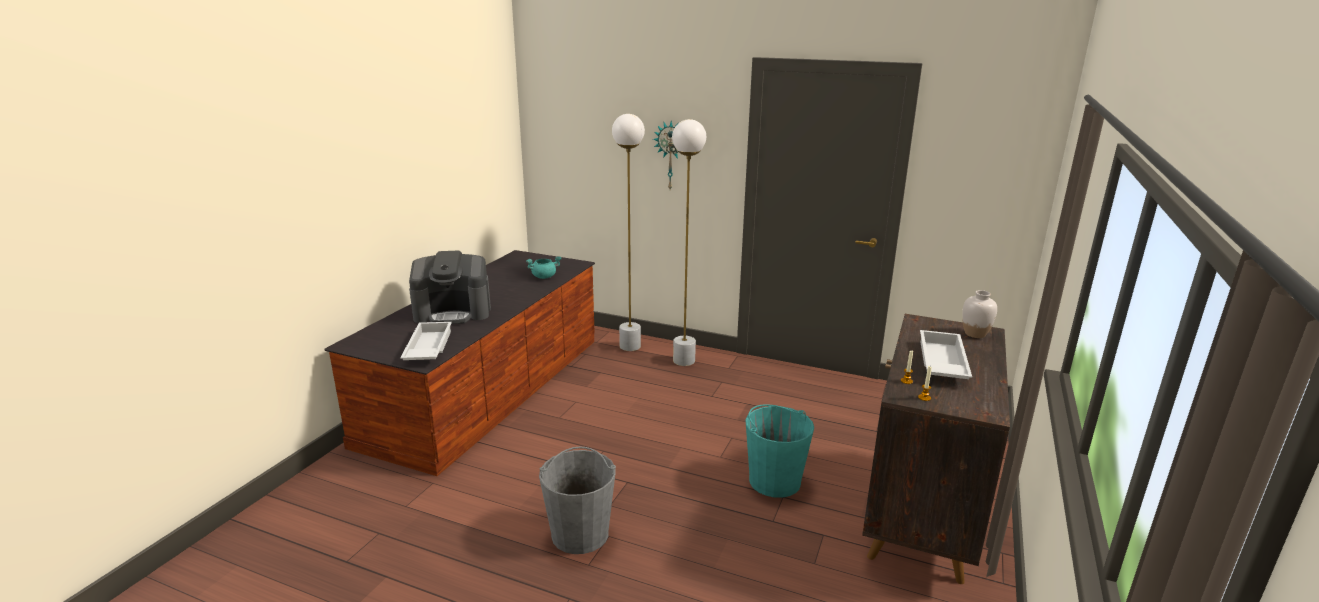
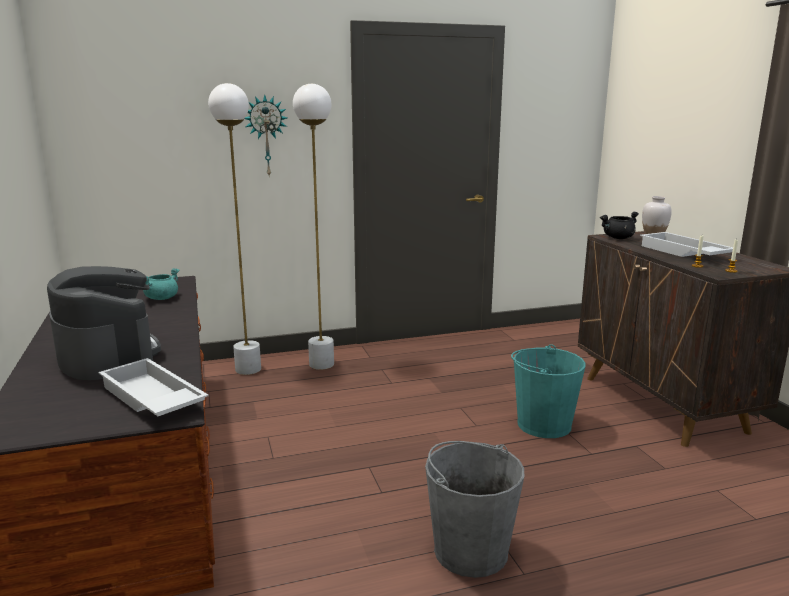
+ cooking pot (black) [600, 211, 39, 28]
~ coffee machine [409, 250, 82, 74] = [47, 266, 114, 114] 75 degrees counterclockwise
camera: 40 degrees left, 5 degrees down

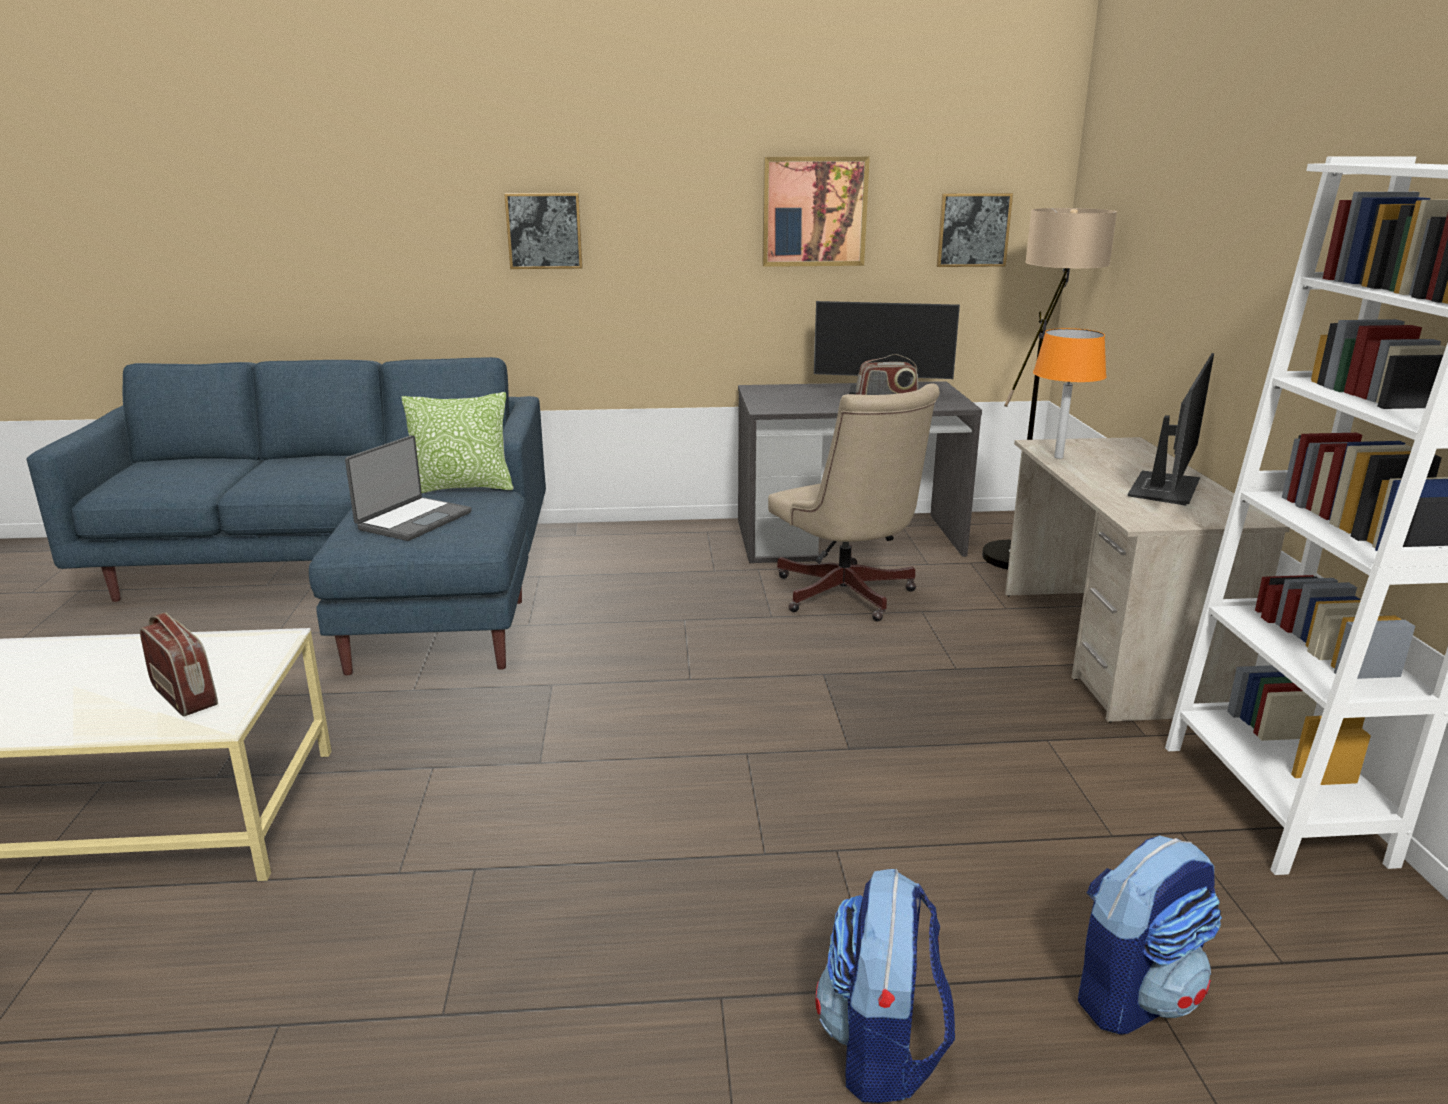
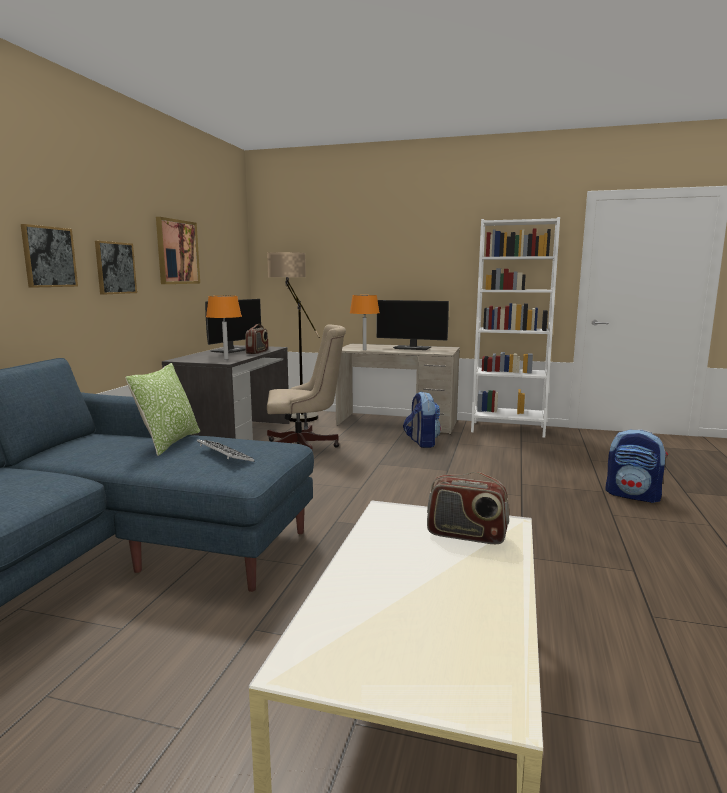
+ table lamp (orange) [206, 296, 36, 64]
~ picture [937, 193, 76, 74] to [95, 241, 42, 54]
~ backpack [1078, 835, 144, 200] to [403, 392, 38, 56]
~ laptop [345, 435, 127, 106] to keyboard [197, 439, 57, 23]
~ radio [140, 612, 78, 104] = [427, 472, 82, 72] 135 degrees counterclockwise
~ monitor [1128, 353, 86, 153] = [377, 300, 72, 50] 150 degrees clockwise
camera: 70 degrees left, 10 degrees down

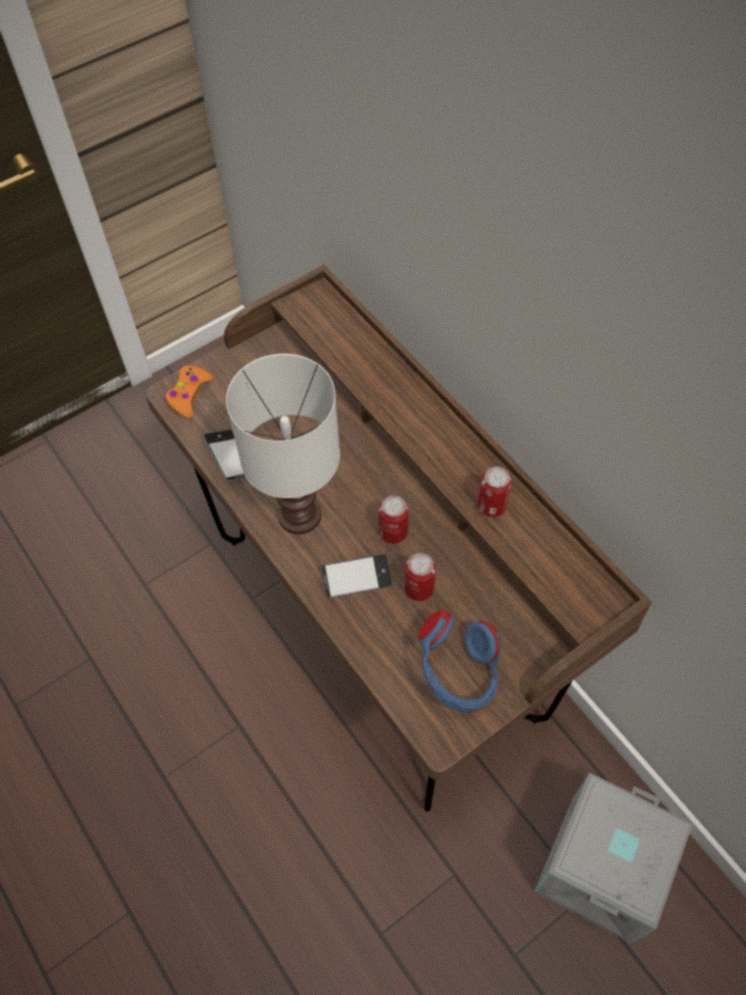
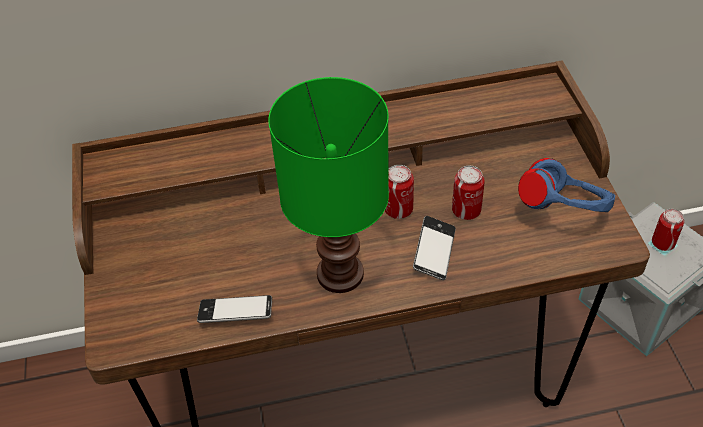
- game controller (orange) [164, 365, 49, 54]
~ can [478, 466, 34, 51] to [652, 209, 32, 42]
~ table lamp (white) [226, 354, 114, 180] to table lamp (green) [268, 77, 121, 216]
camera: 65 degrees left, 10 degrees down

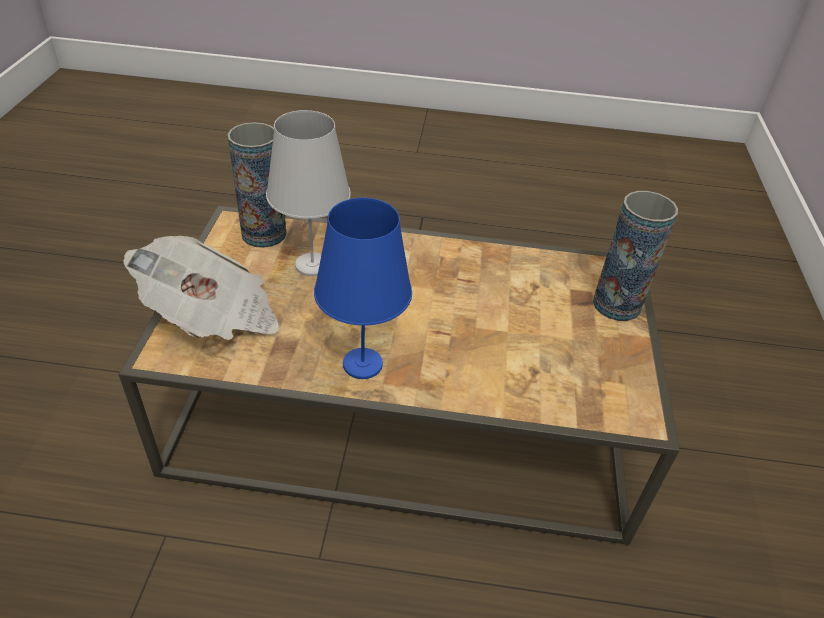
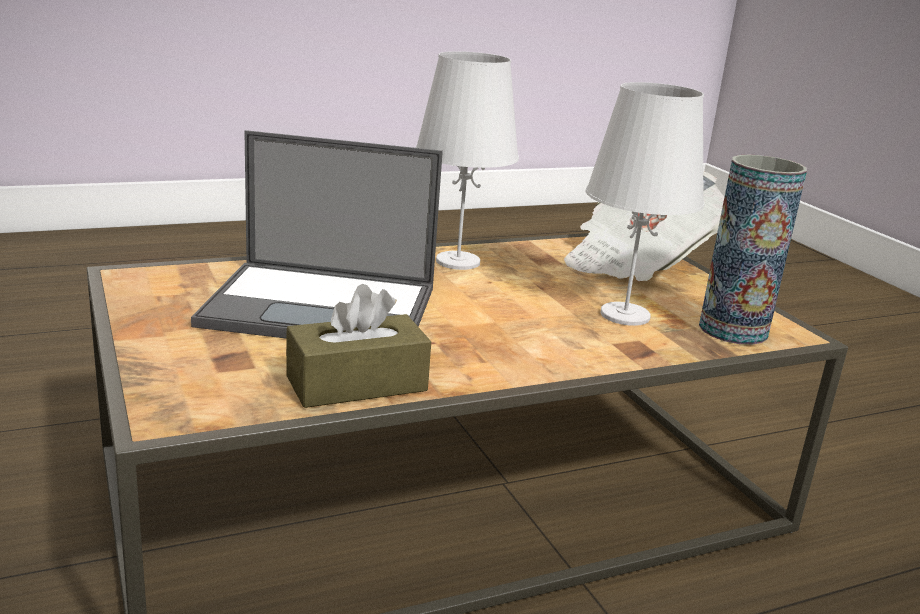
- vase [593, 191, 85, 130]
+ laptop [191, 130, 252, 209]
+ tissue box (brown) [286, 284, 145, 124]
~ table lamp (blue) [314, 198, 98, 181] to table lamp (white) [416, 51, 103, 219]
camera: 150 degrees right, 20 degrees down

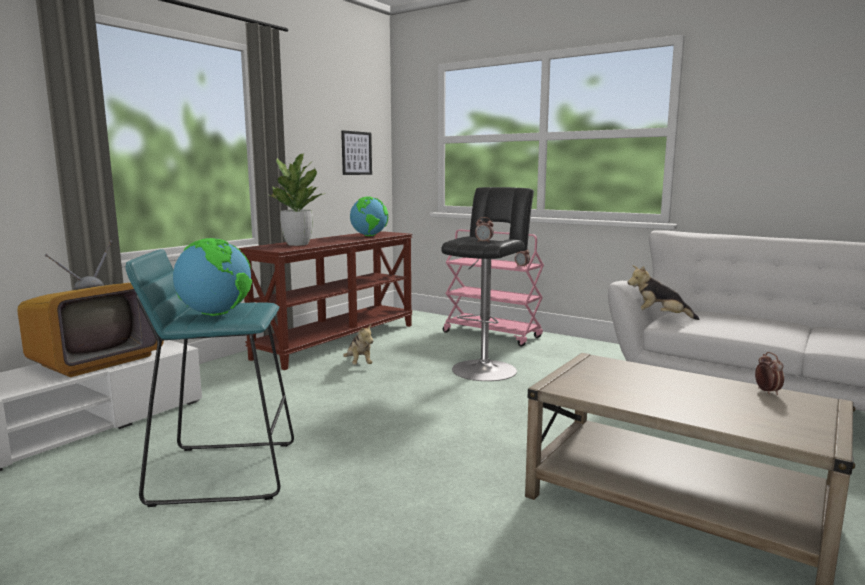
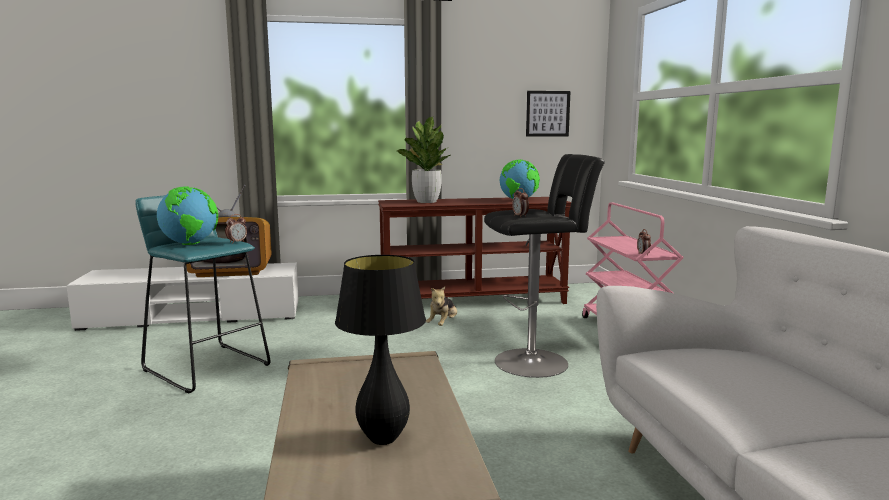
- plush toy [628, 265, 71, 55]
+ table lamp (black) [335, 255, 91, 190]
~ alarm clock [755, 352, 29, 43] to [225, 214, 22, 30]
camera: 45 degrees right, 0 degrees up

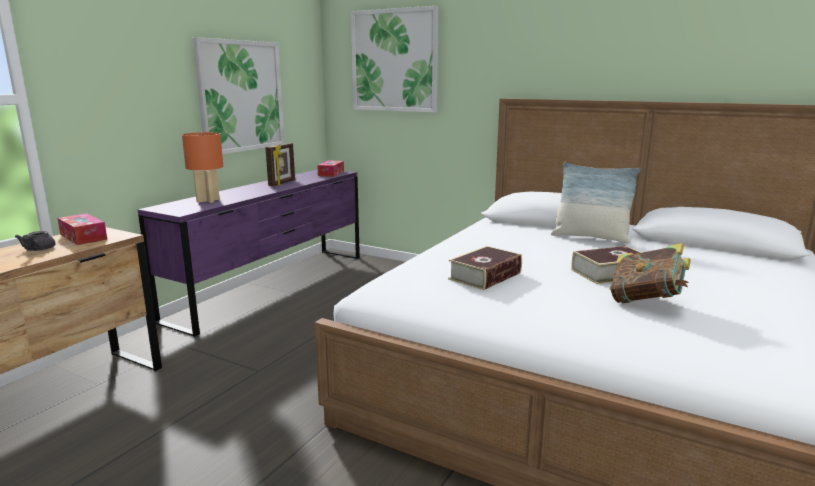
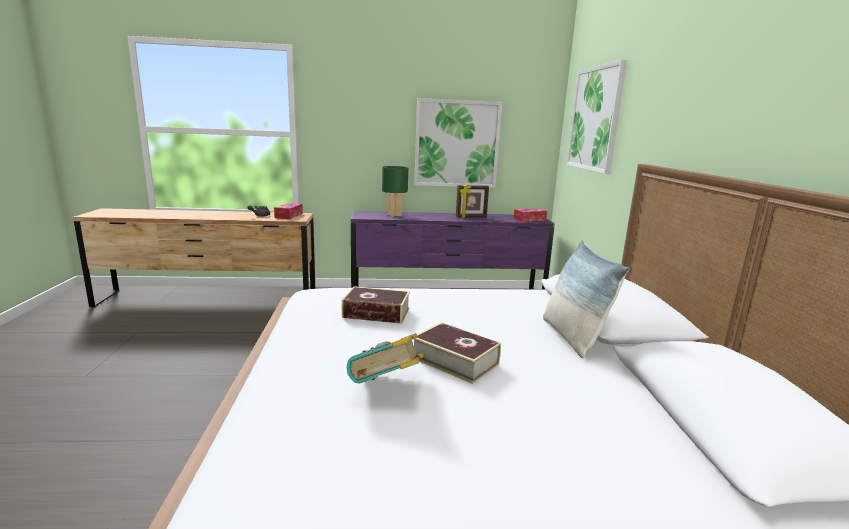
~ table lamp (orange) [182, 132, 41, 71] to table lamp (green) [382, 166, 26, 51]
camera: 55 degrees right, 0 degrees up

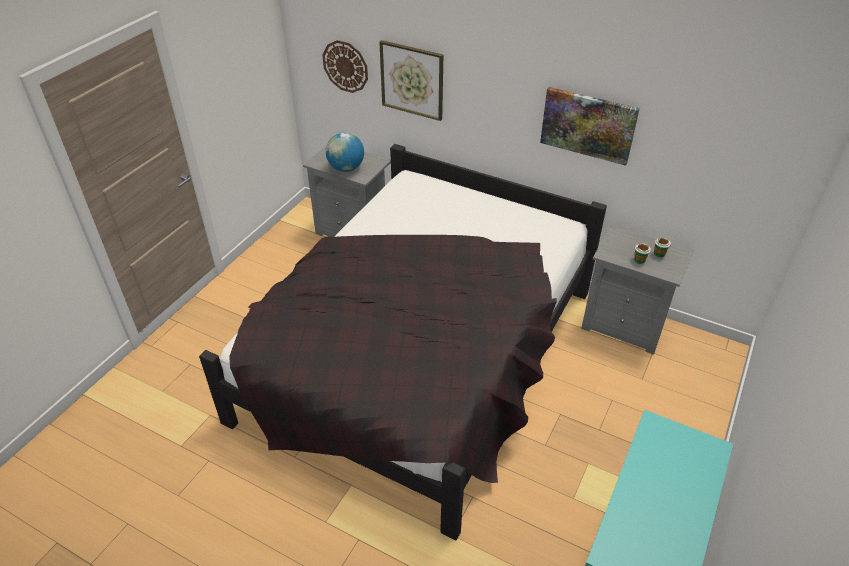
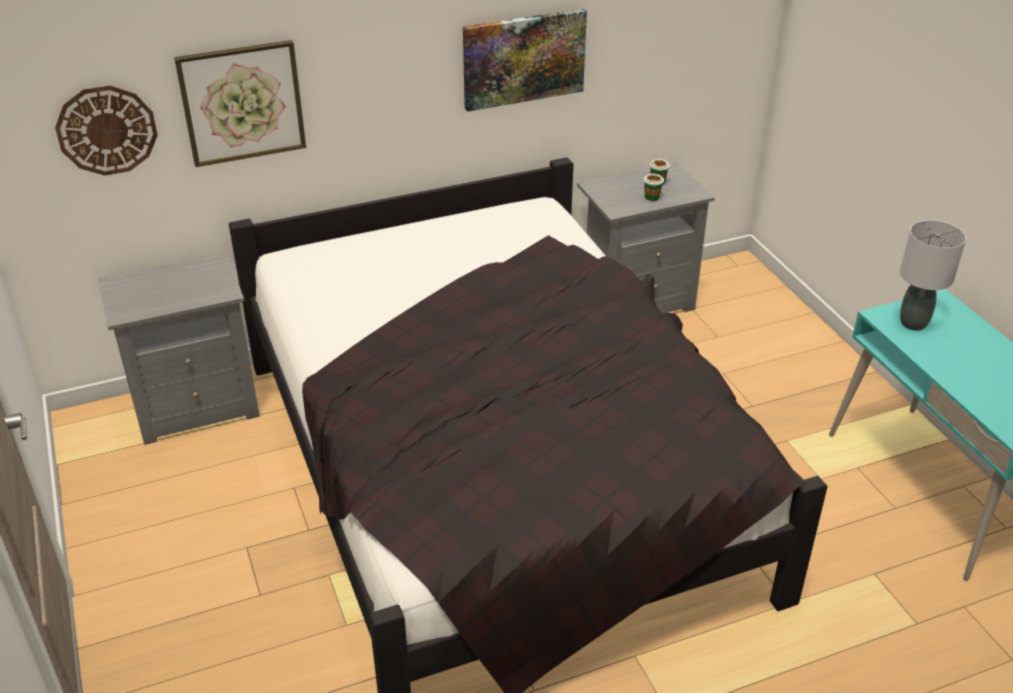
- globe [326, 133, 38, 39]
+ table lamp (grey) [900, 220, 66, 111]
camera: 50 degrees left, 5 degrees down

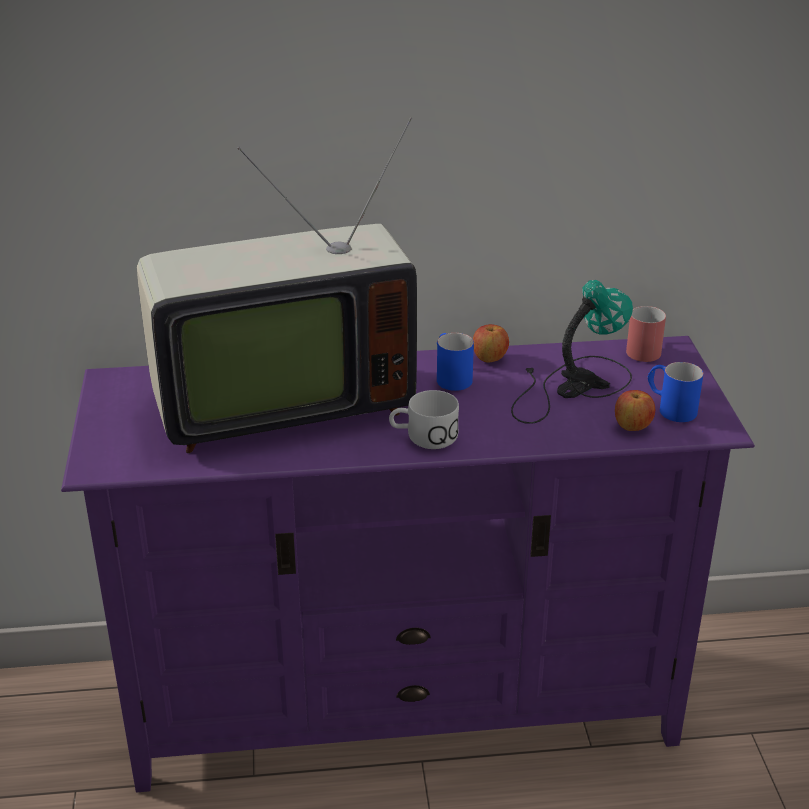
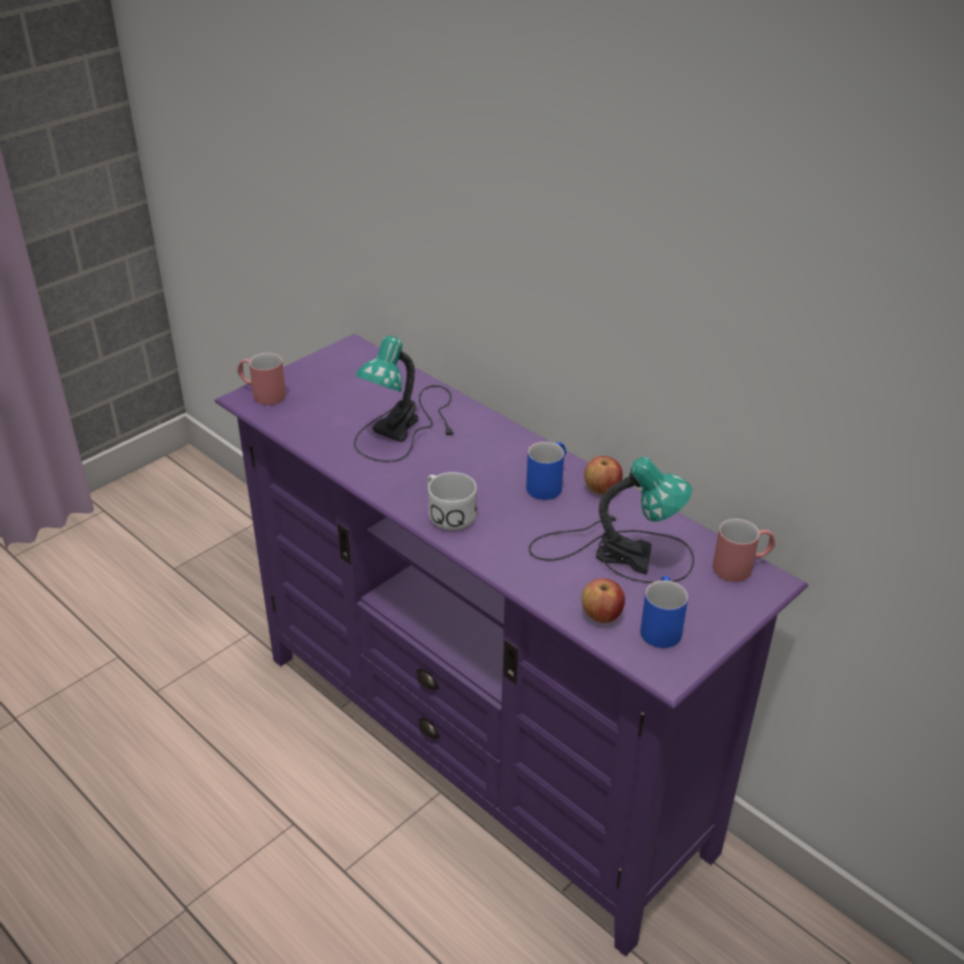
+ mug (red) [237, 353, 49, 52]
~ television [137, 117, 280, 336] to table lamp [354, 336, 99, 126]
camera: 50 degrees right, 5 degrees up

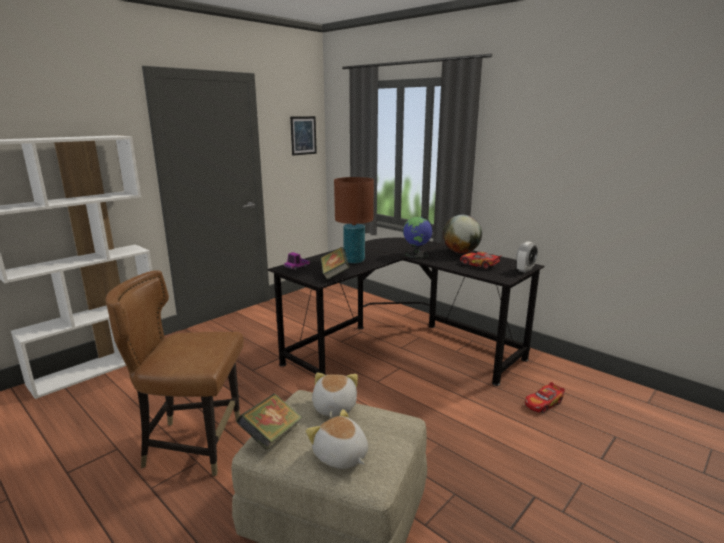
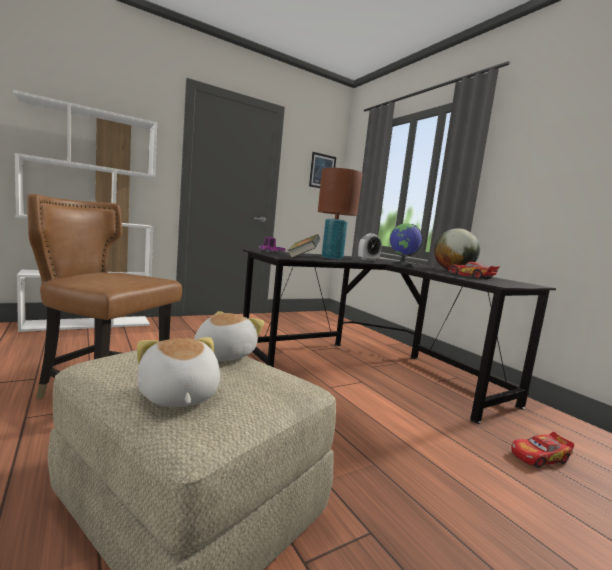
- book [237, 394, 65, 56]
~ alarm clock [516, 242, 22, 31] to [358, 234, 24, 27]
camera: 15 degrees right, 10 degrees down

